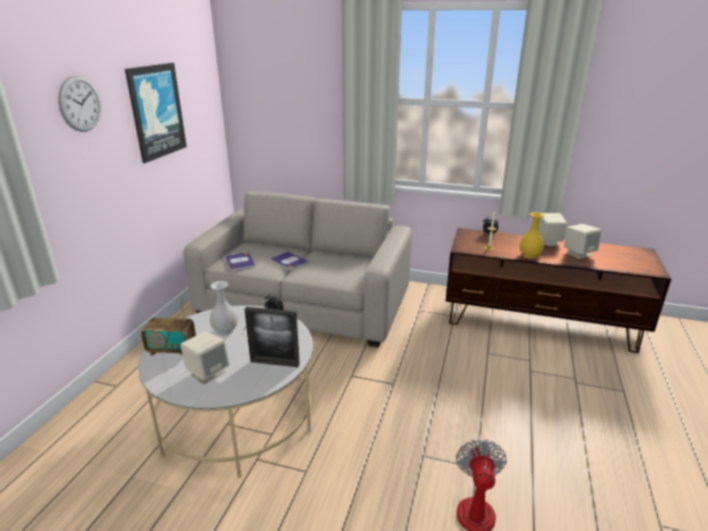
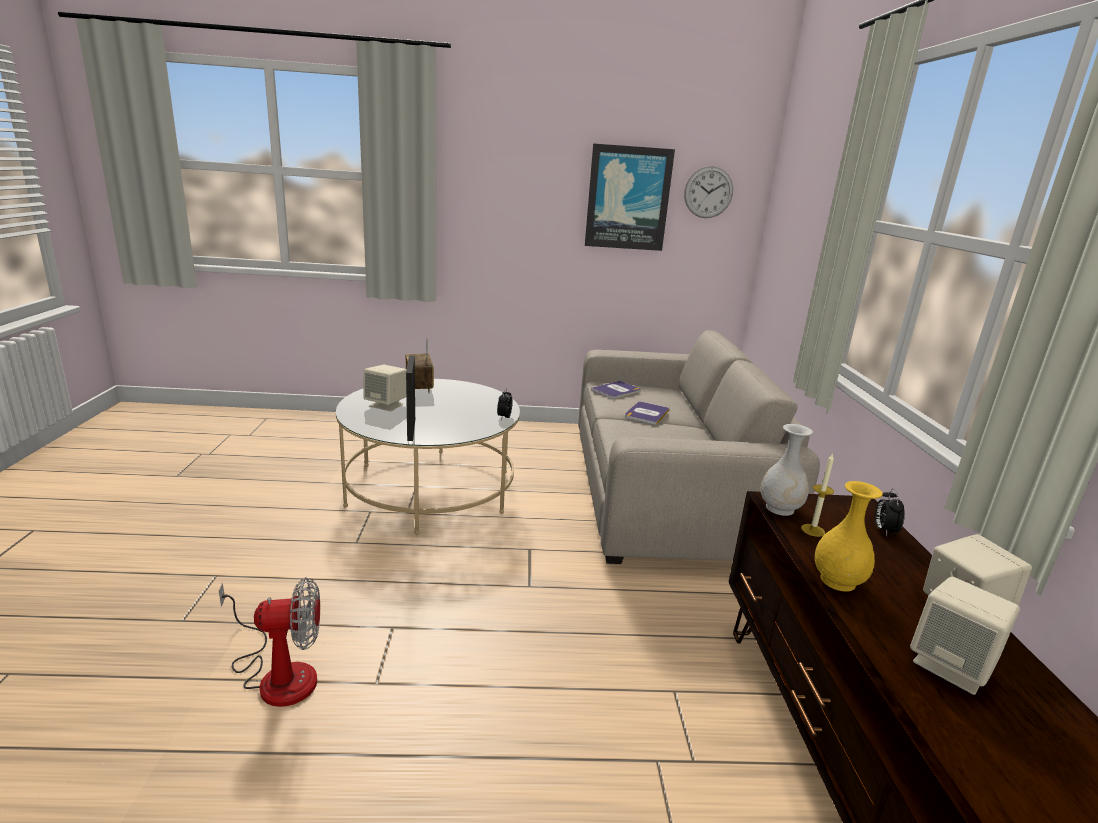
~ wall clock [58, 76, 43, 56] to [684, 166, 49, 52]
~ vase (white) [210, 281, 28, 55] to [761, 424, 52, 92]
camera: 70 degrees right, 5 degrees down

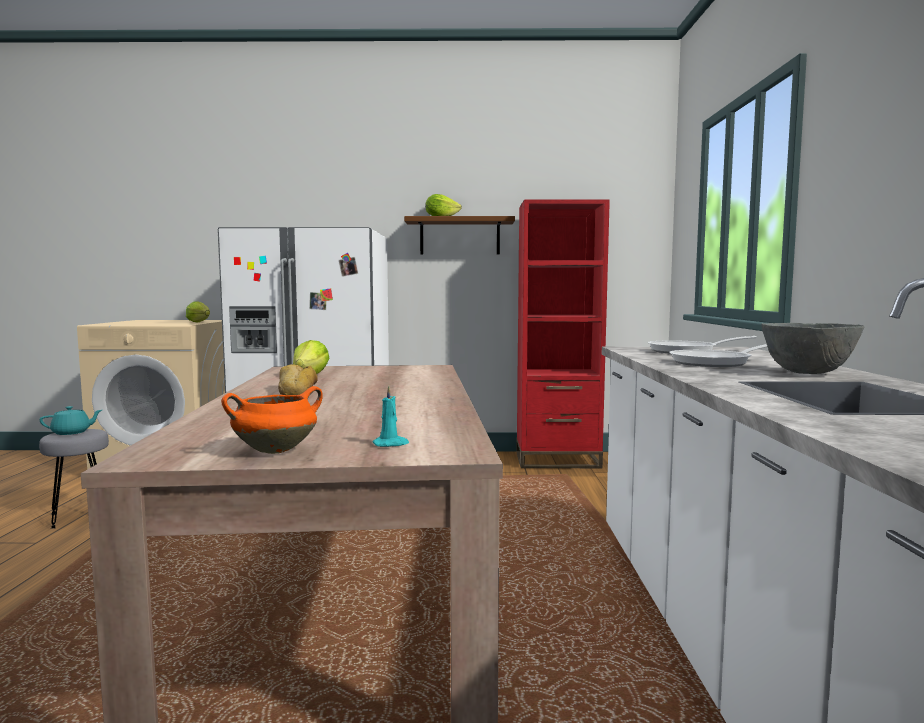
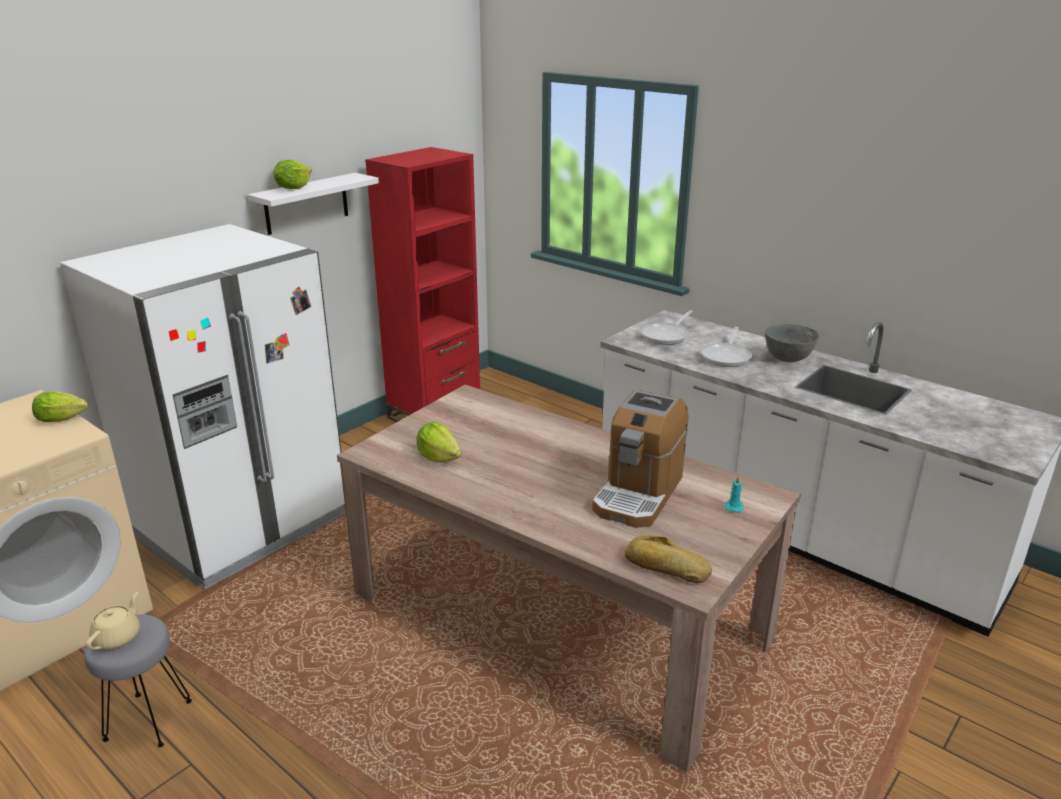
- cooking pot (orange) [221, 386, 102, 68]
+ coffee machine [592, 390, 96, 138]
~ bread [278, 364, 40, 31] to [625, 535, 87, 48]
~ teapot (turquoise) [40, 406, 62, 29] to teapot (beige) [86, 592, 54, 58]
~ shelf (brown) [404, 216, 111, 38] to shelf (white) [248, 173, 131, 62]
camera: 50 degrees left, 20 degrees up

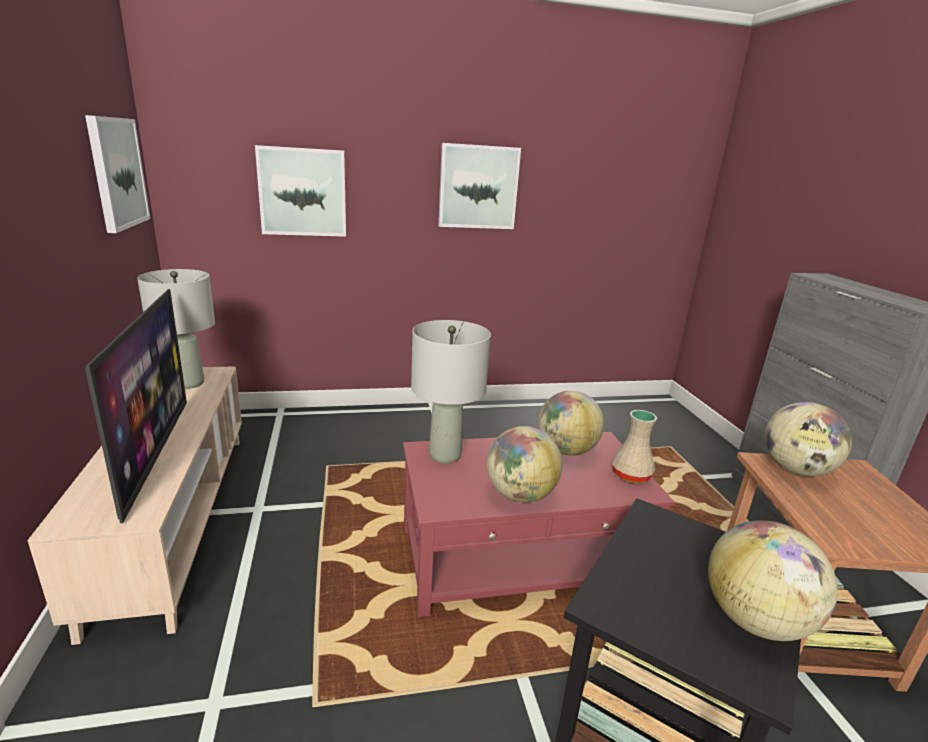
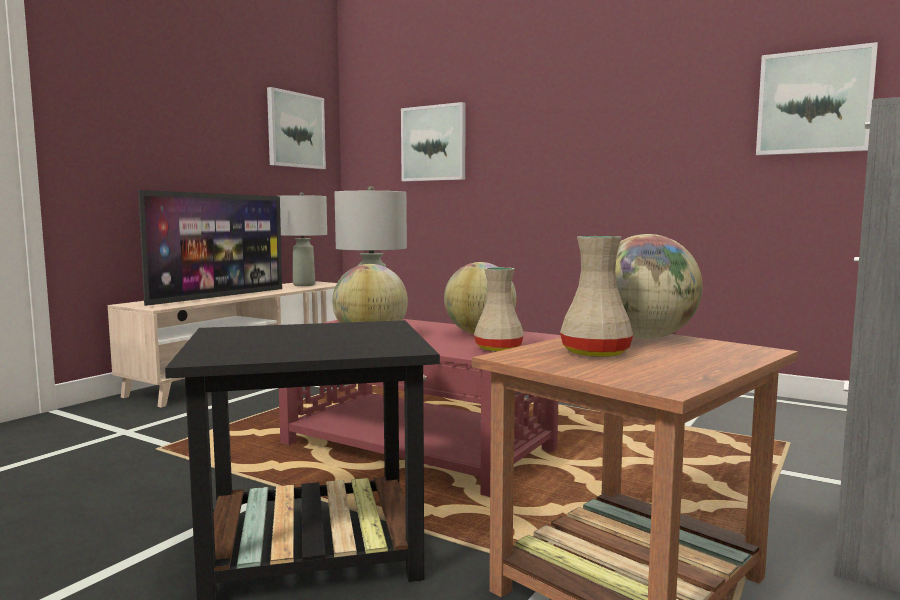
- globe [708, 520, 130, 121]
+ vase (beige) [560, 236, 73, 121]
~ picture [438, 143, 83, 86] to [756, 42, 122, 114]
camera: 45 degrees right, 15 degrees down

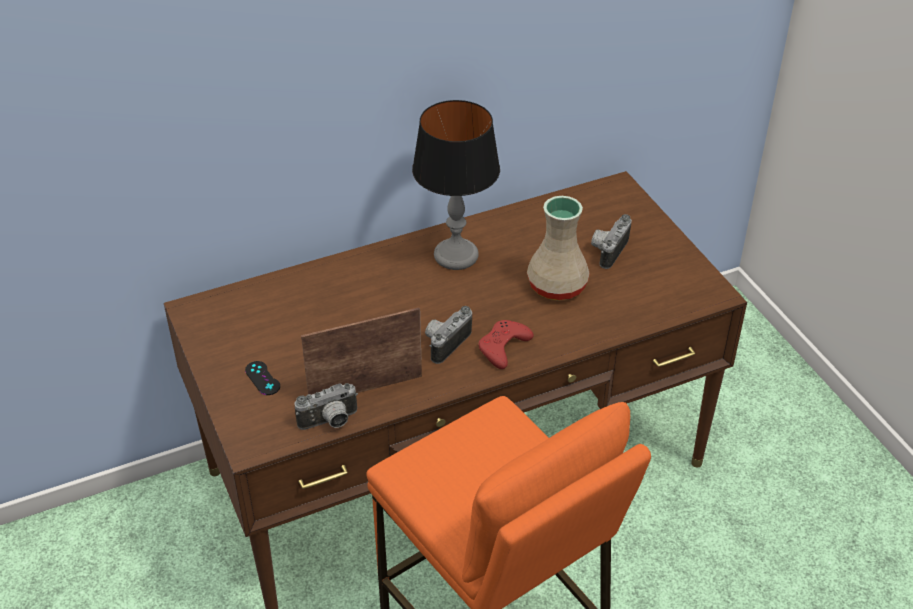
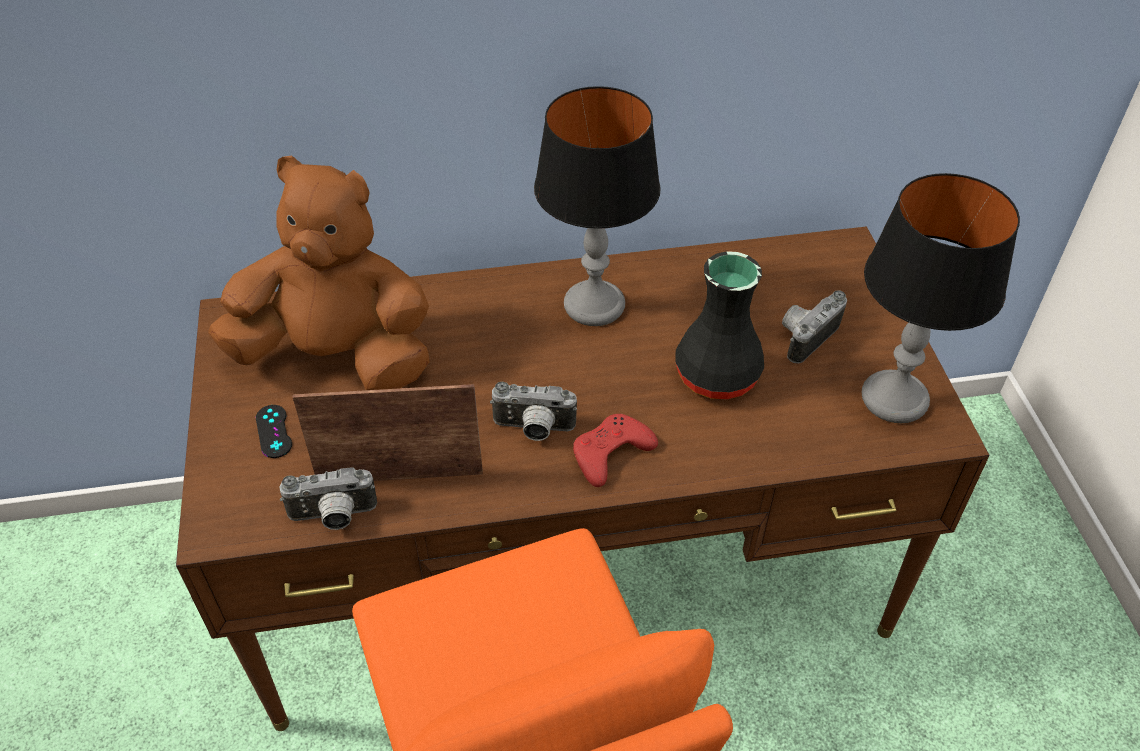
+ plush toy (brown) [208, 156, 221, 234]
+ table lamp [862, 173, 158, 250]
~ vase (beige) [527, 196, 63, 104] to vase (black) [676, 251, 88, 148]
~ photo camera [425, 306, 47, 58] = [490, 381, 87, 60] 135 degrees counterclockwise
camera: 15 degrees right, 5 degrees up

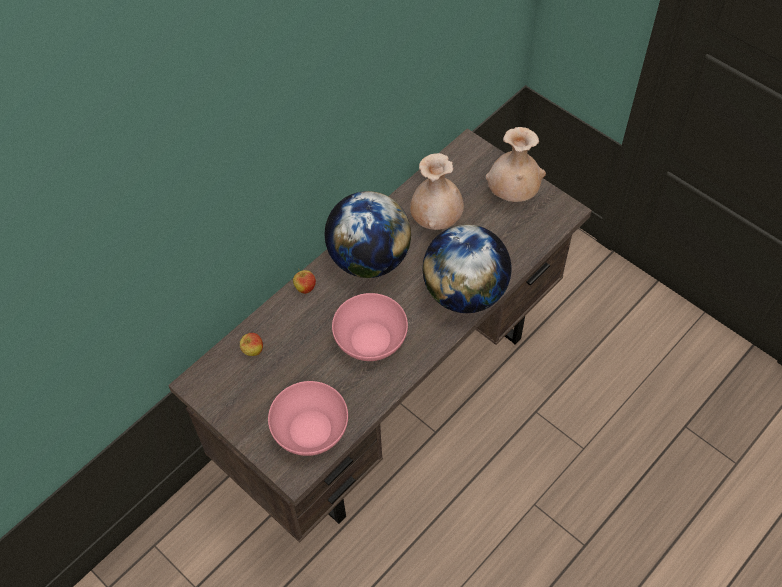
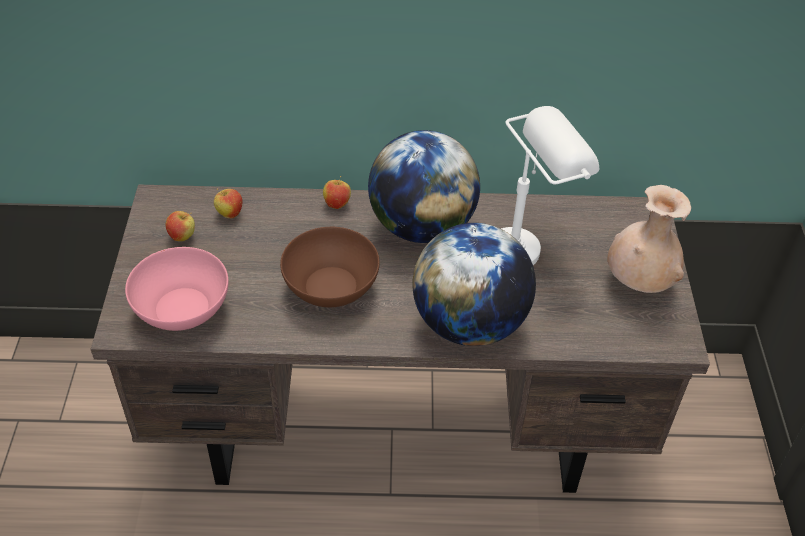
+ apple [166, 211, 29, 30]
~ vase (beige) [410, 153, 54, 77] to table lamp (white) [501, 106, 98, 159]
~ bowl (pink) [332, 293, 76, 68] to bowl (brown) [280, 227, 100, 81]
camera: 45 degrees right, 10 degrees down

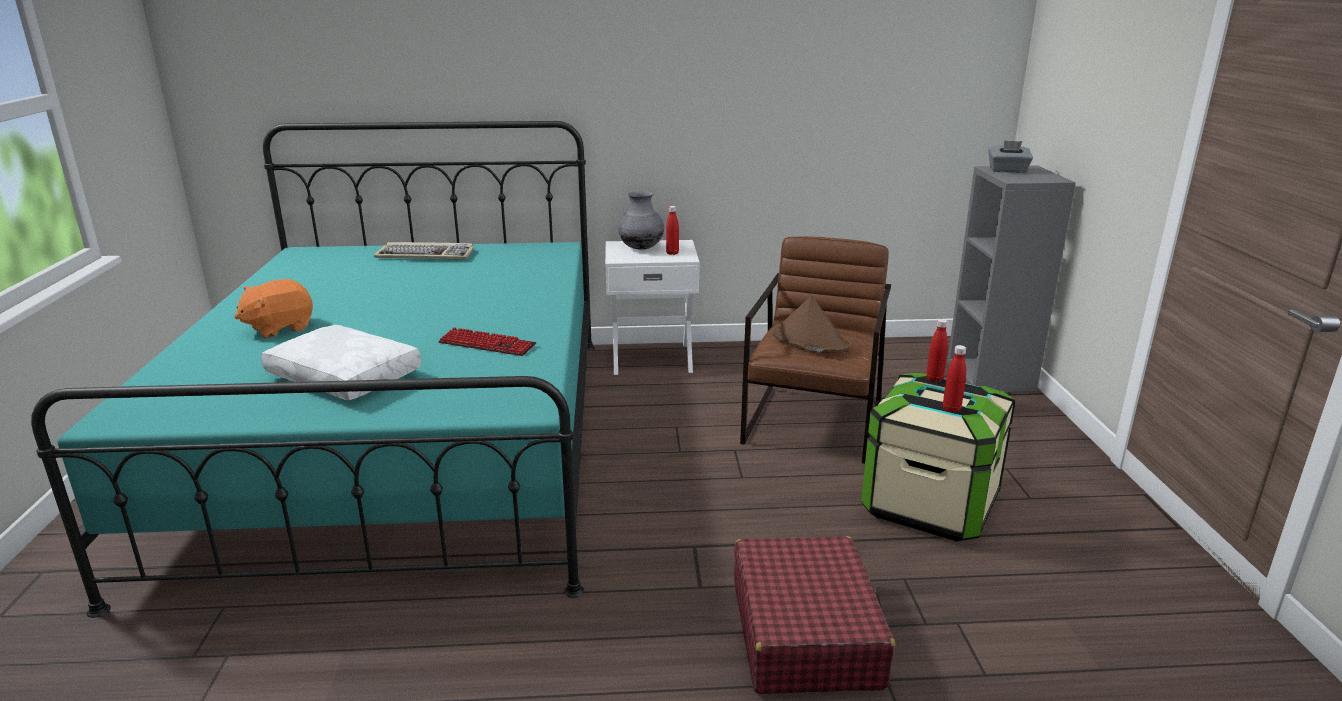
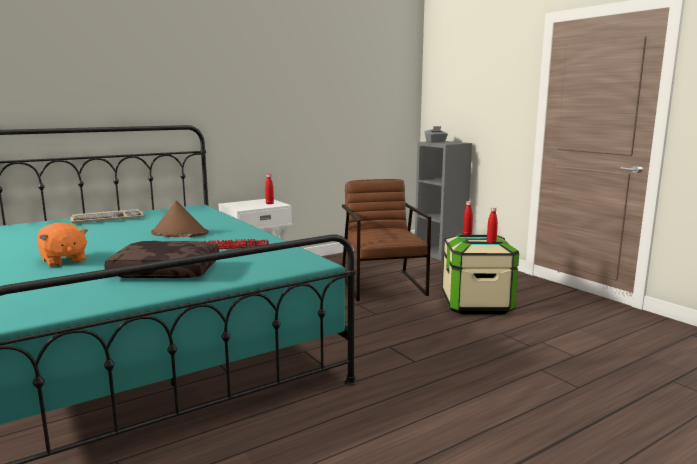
- vase (grey) [618, 191, 46, 59]
- suitcase (red) [734, 536, 161, 158]
~ hat (brown) [773, 296, 77, 57] to [151, 201, 58, 36]
~ pillow (white) [261, 325, 160, 75] to pillow (brown) [104, 241, 115, 37]
~ plush toy (orange) [235, 279, 78, 59] = [37, 222, 51, 45] 60 degrees counterclockwise
camera: 30 degrees left, 10 degrees down

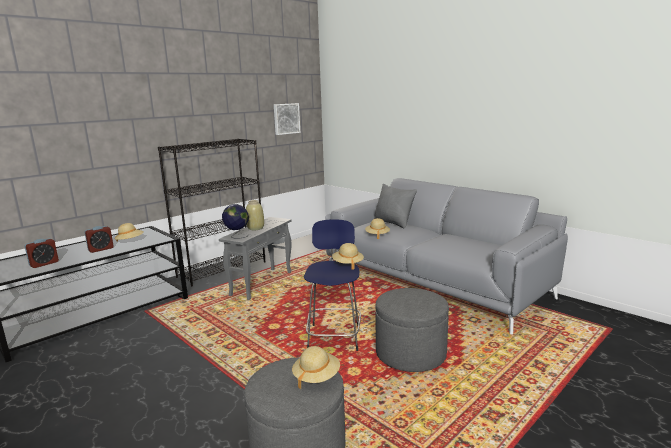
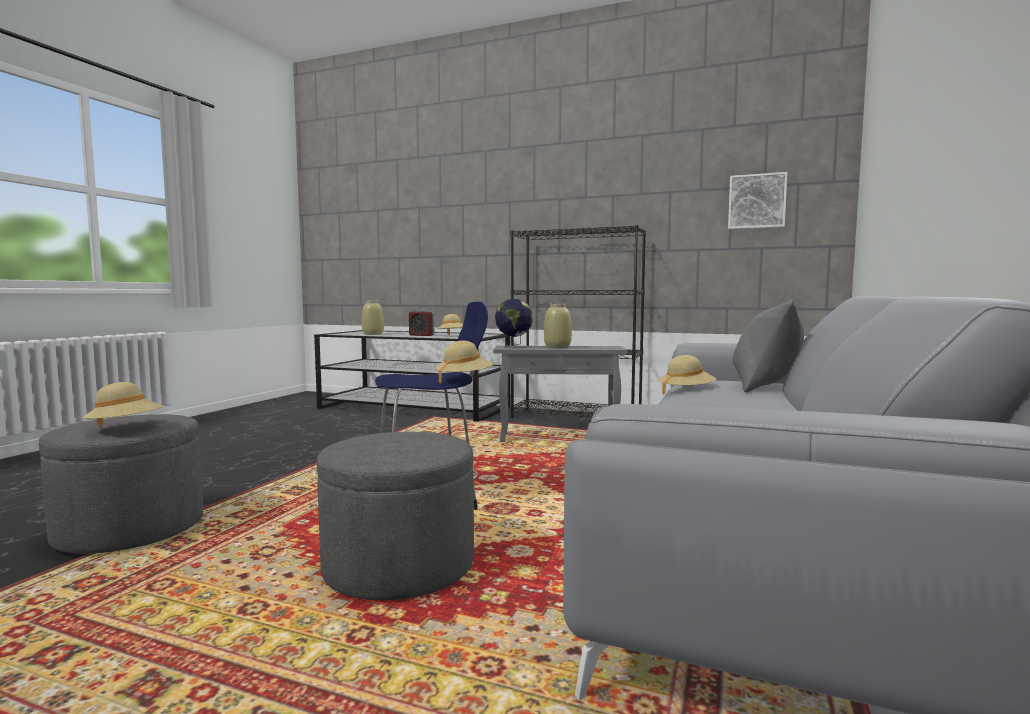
~ alarm clock [24, 238, 35, 30] to vase (beige) [362, 300, 22, 35]
camera: 65 degrees right, 10 degrees down

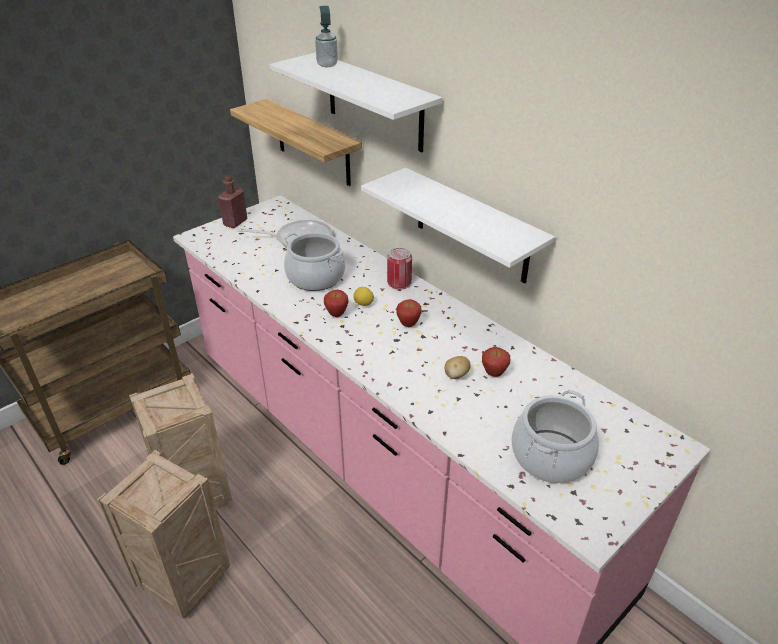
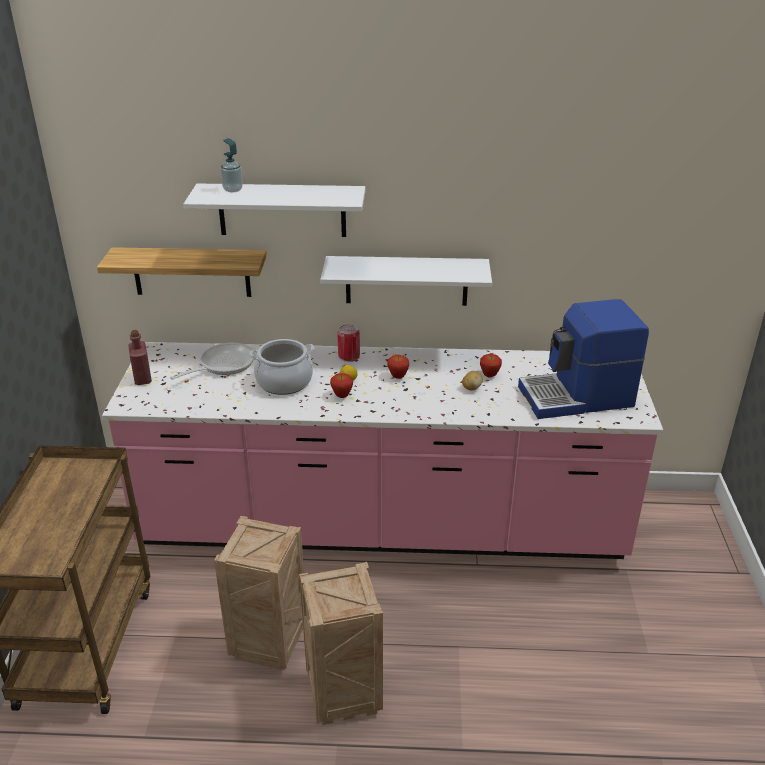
~ cooking pot [511, 390, 88, 93] to coffee machine [518, 299, 131, 120]
camera: 45 degrees left, 5 degrees down

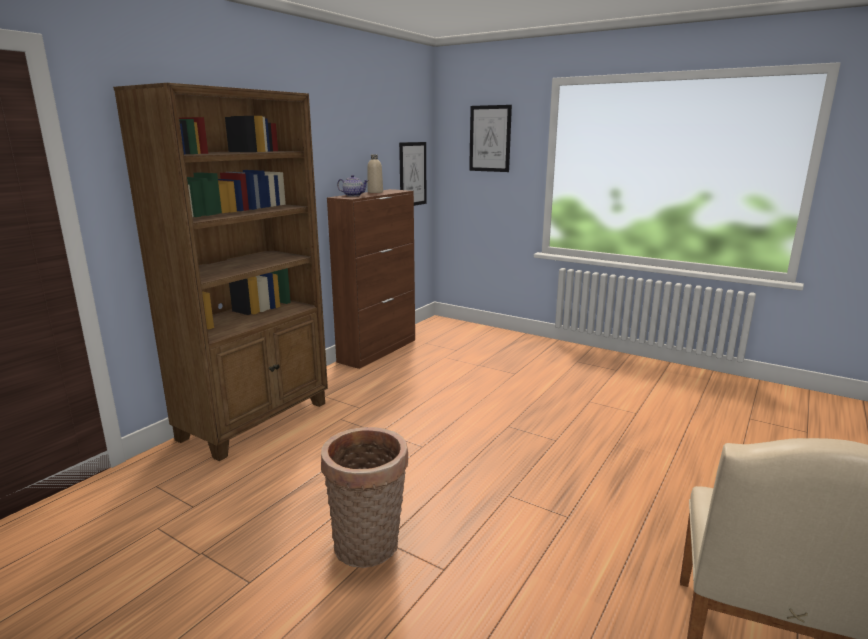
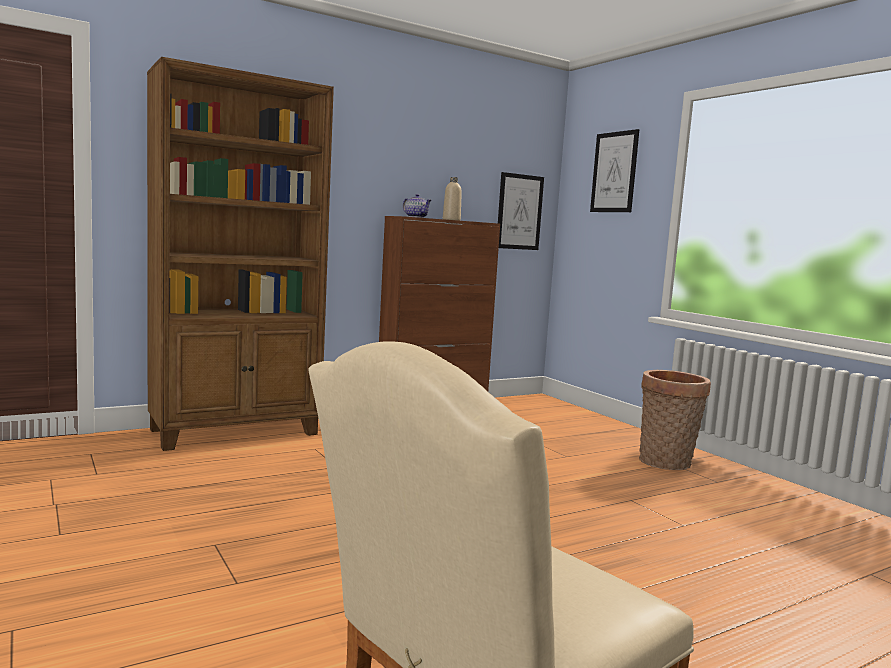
~ basket [321, 427, 87, 141] to [639, 370, 72, 100]
camera: 25 degrees right, 10 degrees down

